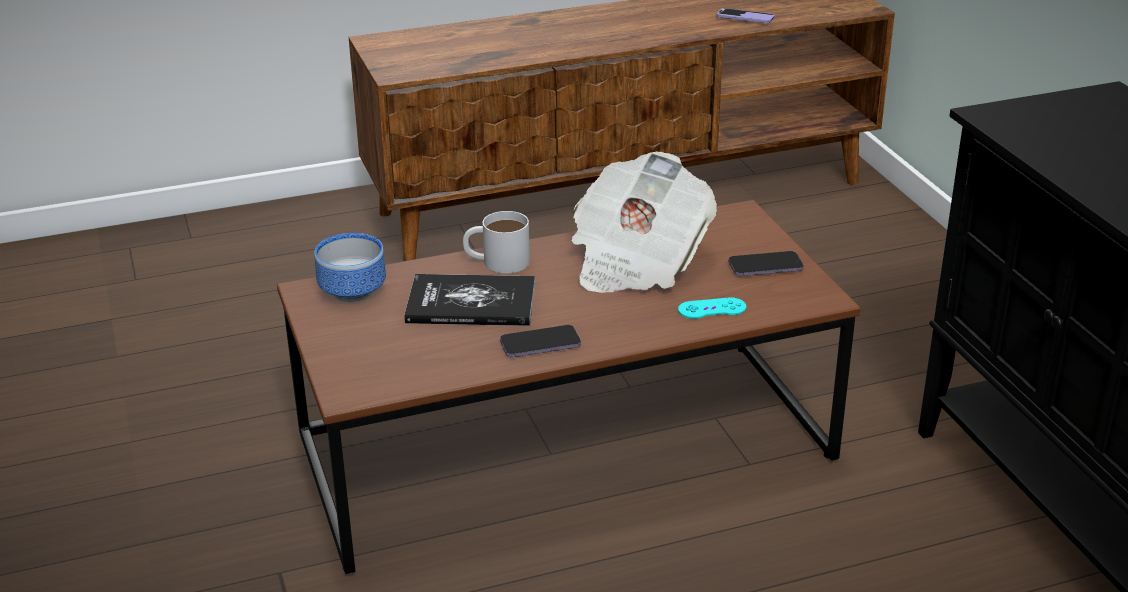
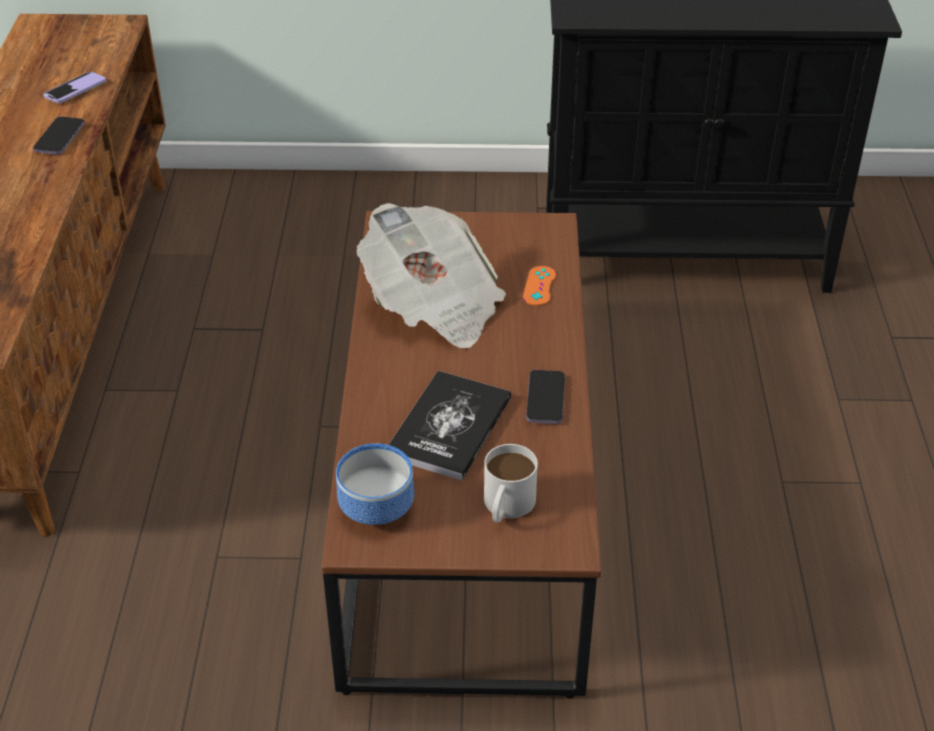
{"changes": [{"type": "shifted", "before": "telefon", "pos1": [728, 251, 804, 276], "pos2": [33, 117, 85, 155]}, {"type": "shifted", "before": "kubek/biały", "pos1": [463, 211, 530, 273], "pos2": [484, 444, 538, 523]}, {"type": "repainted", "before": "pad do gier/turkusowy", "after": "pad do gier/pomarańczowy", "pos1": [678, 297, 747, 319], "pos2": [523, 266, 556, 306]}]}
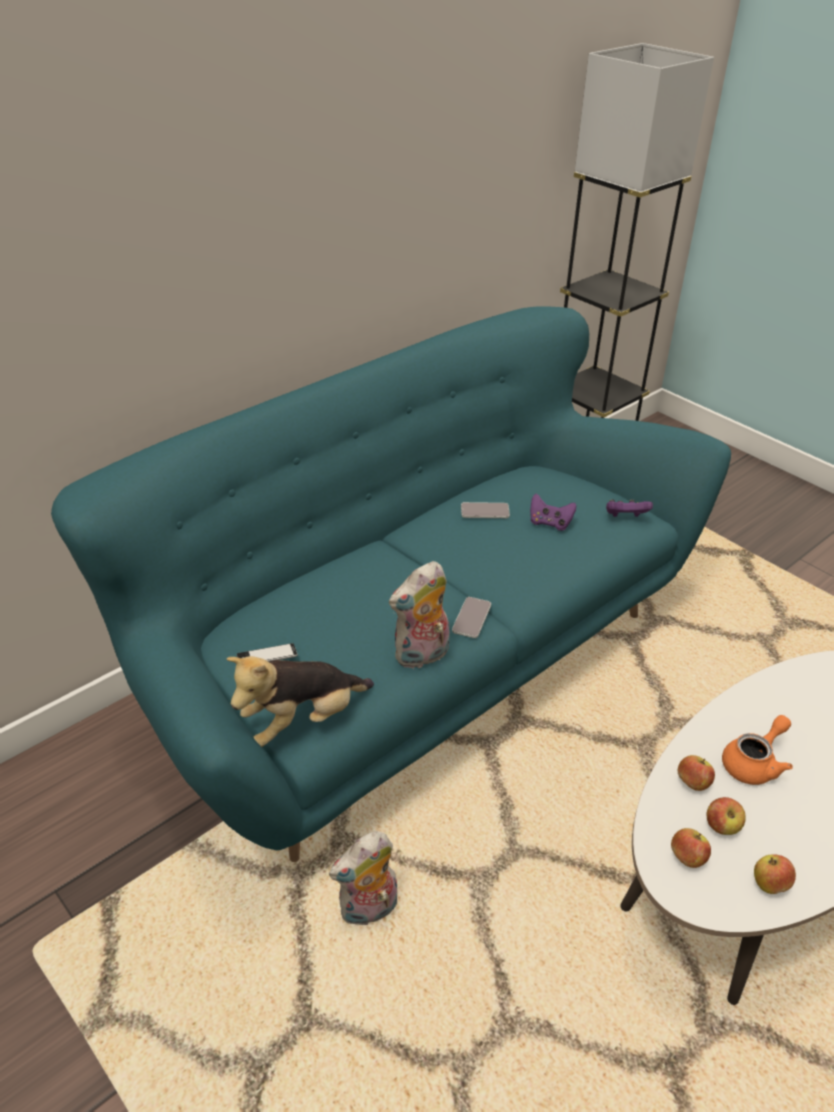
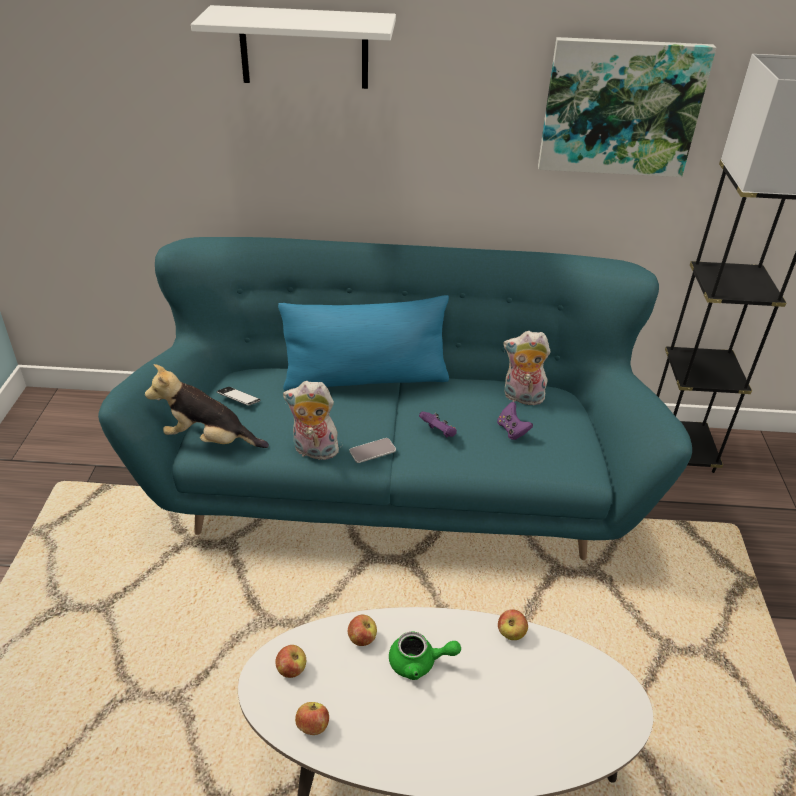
{"changes": [{"type": "new", "after": "półka/biały", "pos2": [191, 5, 396, 89]}, {"type": "new", "after": "poduszka/niebieski", "pos2": [278, 295, 449, 391]}, {"type": "repainted", "before": "imbryk/pomarańczowy", "after": "imbryk/zielony", "pos1": [722, 715, 793, 785], "pos2": [389, 632, 461, 680]}, {"type": "shifted", "before": "pad do gier/fioletowy", "pos1": [606, 499, 653, 517], "pos2": [419, 411, 457, 437]}, {"type": "shifted", "before": "jabłko", "pos1": [707, 797, 746, 835], "pos2": [498, 609, 528, 640]}, {"type": "shifted", "before": "pluszak", "pos1": [329, 831, 397, 925], "pos2": [503, 331, 551, 405]}, {"type": "new", "after": "obraz", "pos2": [538, 37, 716, 177]}, {"type": "gone", "before": "telefon", "pos1": [461, 502, 510, 518]}]}
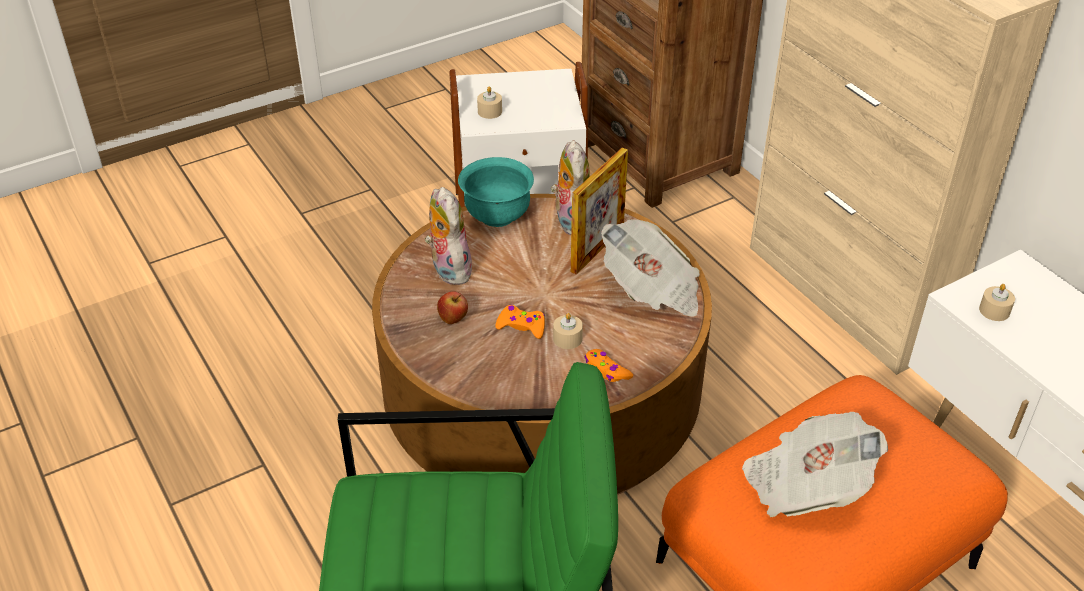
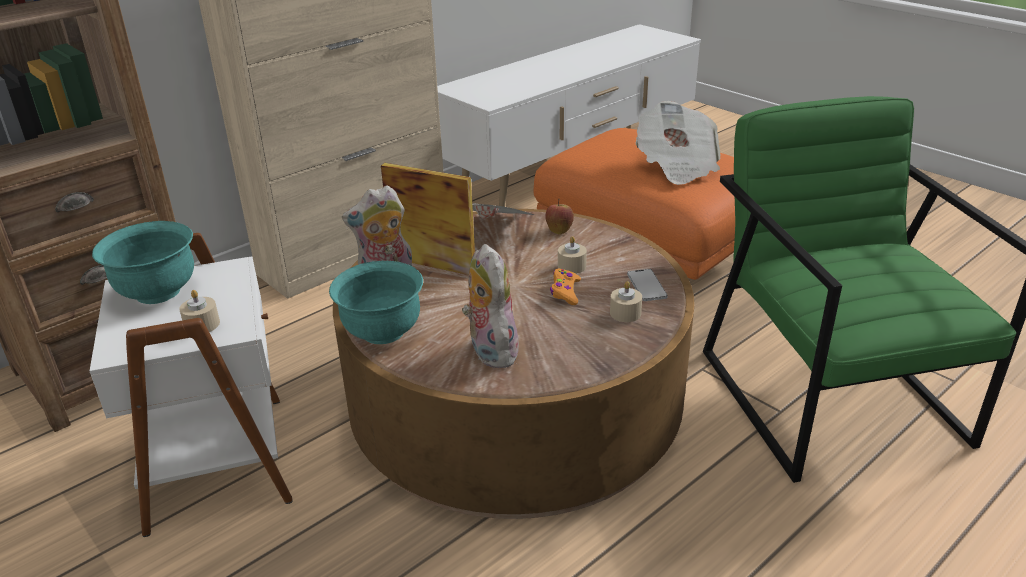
{"changes": [{"type": "new", "after": "miska/turkusowy", "pos2": [92, 221, 194, 304]}, {"type": "rotated", "before": "pluszak", "pos1": [425, 187, 473, 285], "pos2": [462, 244, 519, 368], "turn": 105}, {"type": "shifted", "before": "jabłko", "pos1": [437, 291, 468, 324], "pos2": [545, 198, 574, 235]}, {"type": "shifted", "before": "świeca/beżowy", "pos1": [979, 284, 1015, 321], "pos2": [610, 281, 642, 322]}, {"type": "new", "after": "telefon", "pos2": [627, 269, 668, 301]}, {"type": "gone", "before": "pad do gier/pomarańczowy", "pos1": [585, 349, 633, 382]}]}
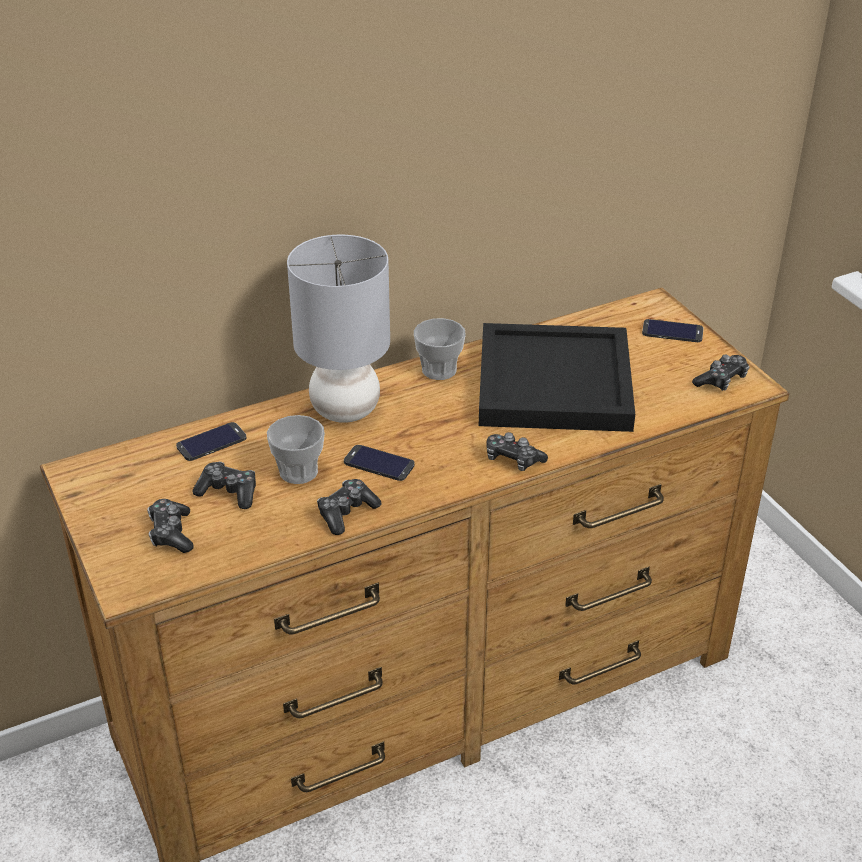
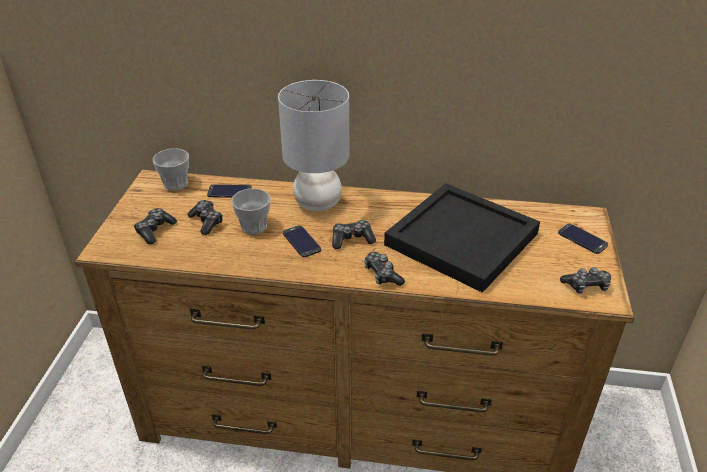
{"changes": [{"type": "shifted", "before": "filiżanka", "pos1": [414, 318, 466, 380], "pos2": [153, 148, 189, 191]}, {"type": "shifted", "before": "pad do gier", "pos1": [317, 479, 382, 535], "pos2": [332, 220, 376, 249]}]}
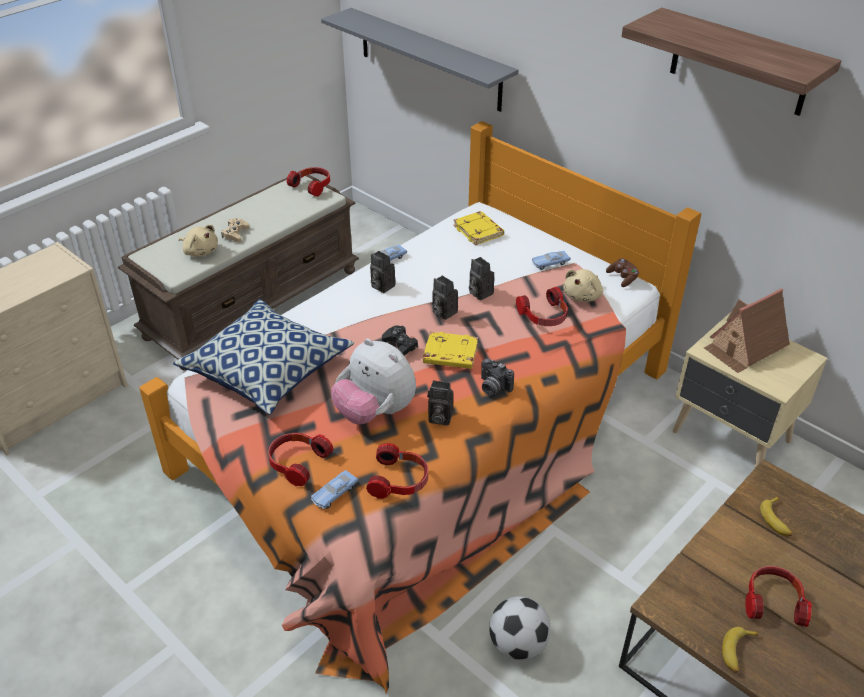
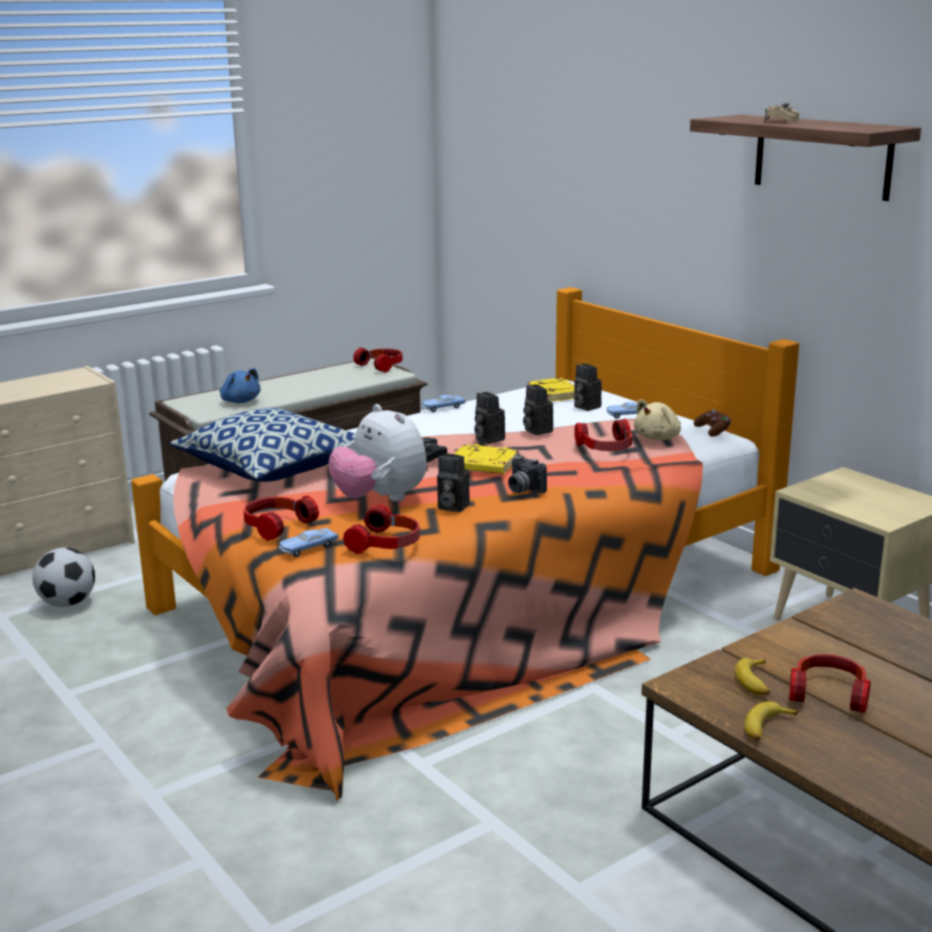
{"changes": [{"type": "shifted", "before": "piłka futbolowa", "pos1": [489, 596, 551, 660], "pos2": [33, 548, 95, 607]}, {"type": "repainted", "before": "pluszak/beżowy", "after": "pluszak/niebieski", "pos1": [179, 225, 218, 257], "pos2": [220, 368, 261, 403]}, {"type": "shifted", "before": "aparat fotograficzny", "pos1": [370, 251, 396, 293], "pos2": [574, 364, 602, 411]}, {"type": "shifted", "before": "banan", "pos1": [760, 496, 793, 536], "pos2": [735, 658, 770, 695]}, {"type": "shifted", "before": "pad do gier/beżowy", "pos1": [221, 218, 250, 243], "pos2": [765, 103, 799, 123]}, {"type": "gone", "before": "półka/szary", "pos1": [321, 8, 518, 112]}, {"type": "gone", "before": "domek", "pos1": [704, 288, 790, 373]}]}
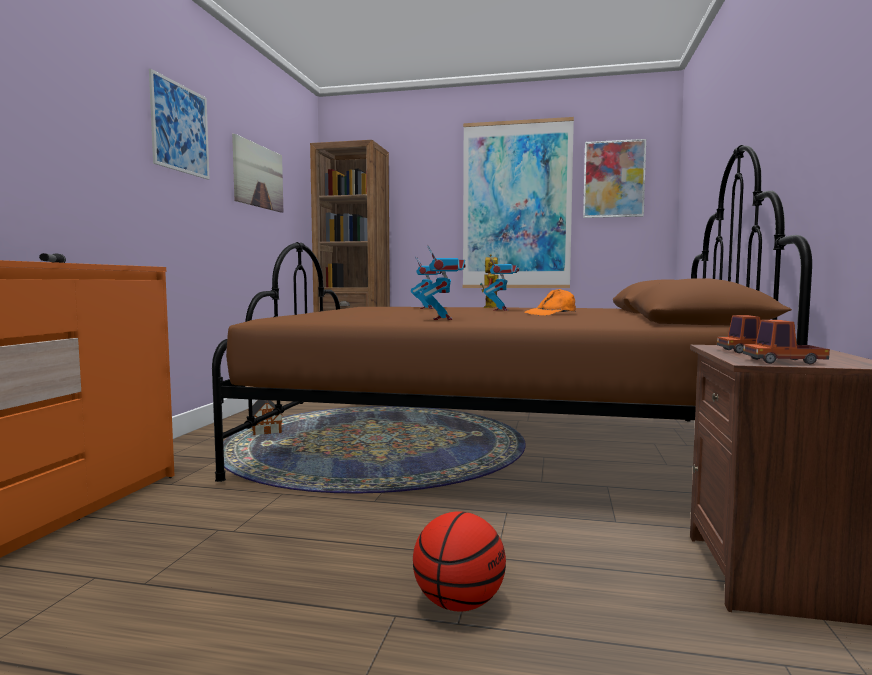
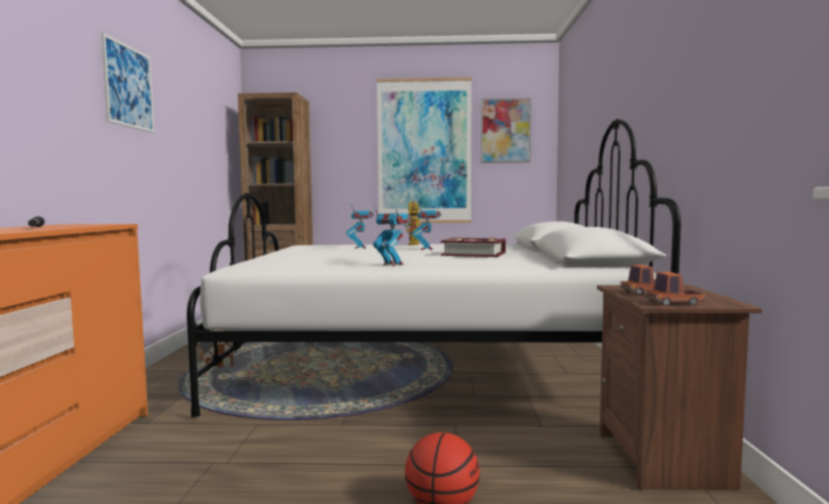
{"changes": [{"type": "repainted", "before": "łóżko/brązowy", "after": "łóżko/biały", "pos1": [212, 145, 812, 482], "pos2": [187, 119, 681, 418]}, {"type": "rotated", "before": "robot zabawkowy", "pos1": [421, 246, 466, 320], "pos2": [373, 203, 411, 266], "turn": -45}, {"type": "swapped", "before": "czapka z daszkiem/pomarańczowy", "after": "książka", "pos1": [524, 289, 576, 316], "pos2": [441, 237, 506, 257]}, {"type": "gone", "before": "obraz", "pos1": [232, 134, 283, 213]}]}
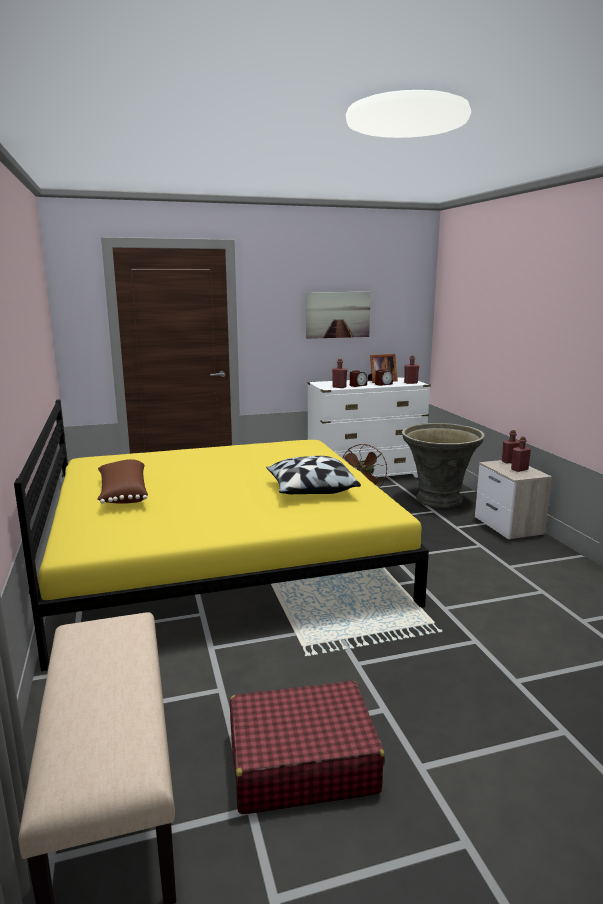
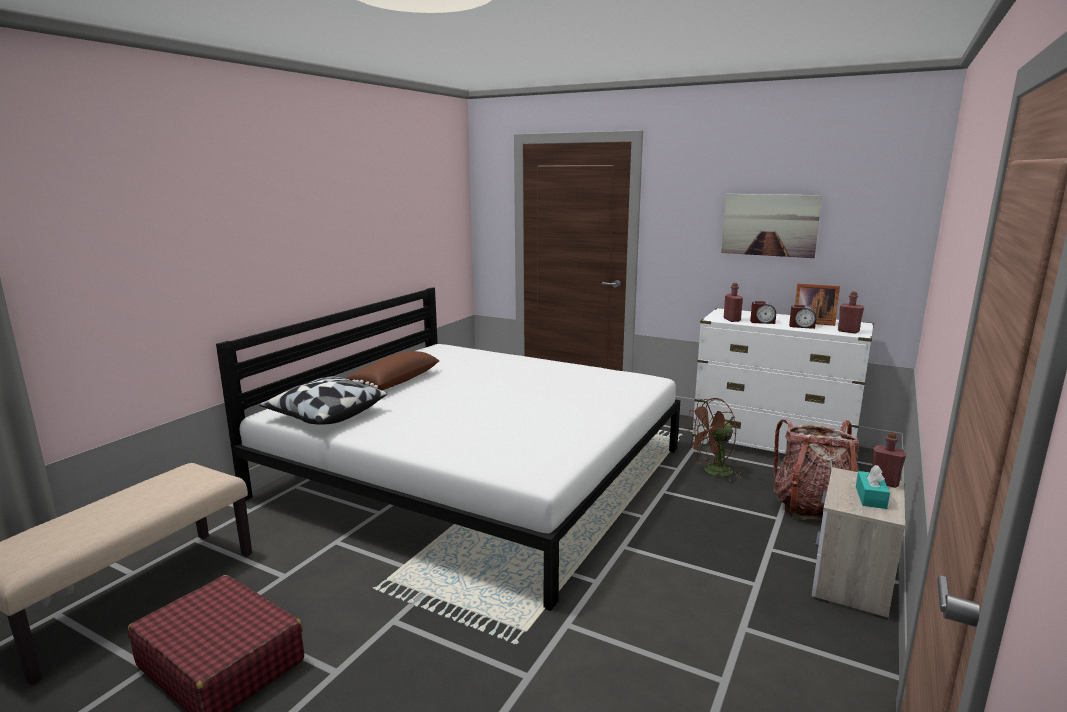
{"changes": [{"type": "repainted", "before": "łóżko/żółty", "after": "łóżko/biały", "pos1": [14, 399, 429, 671], "pos2": [216, 287, 680, 611]}, {"type": "shifted", "before": "poduszka", "pos1": [266, 456, 361, 494], "pos2": [259, 377, 387, 425]}, {"type": "swapped", "before": "donica/szary", "after": "plecak", "pos1": [402, 423, 485, 508], "pos2": [773, 419, 859, 521]}, {"type": "swapped", "before": "butelka/czerwony", "after": "pudełko chusteczek/turkusowy", "pos1": [511, 437, 531, 472], "pos2": [856, 465, 890, 509]}]}
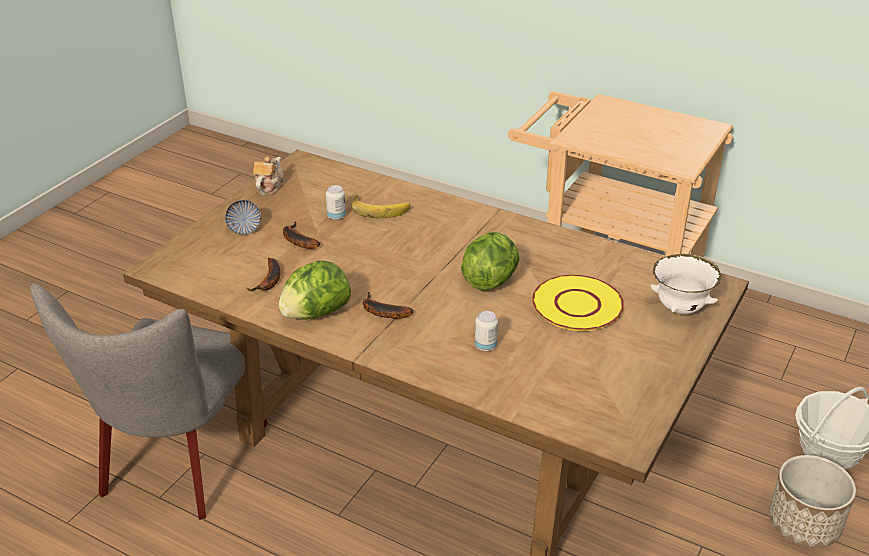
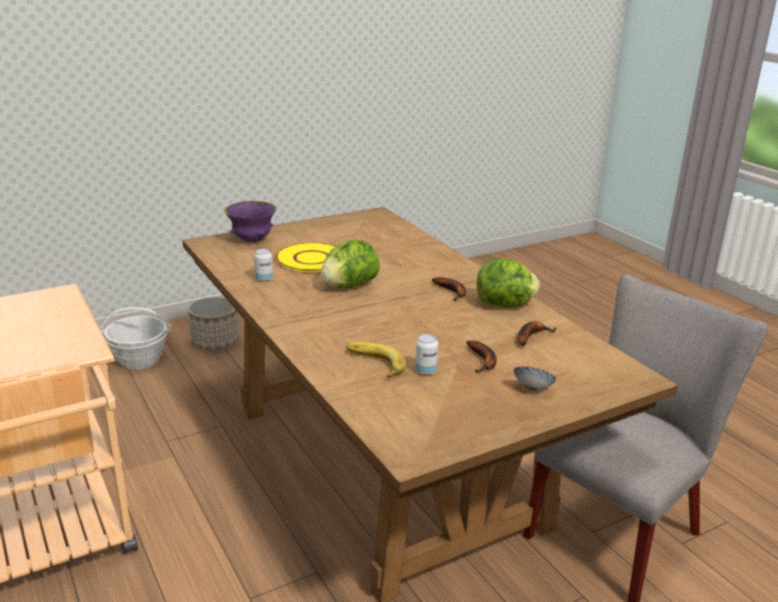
{"changes": [{"type": "repainted", "before": "miska/biały", "after": "miska/fioletowy", "pos1": [651, 254, 721, 314], "pos2": [224, 201, 276, 242]}, {"type": "shifted", "before": "puszka", "pos1": [475, 311, 498, 351], "pos2": [254, 248, 273, 282]}, {"type": "gone", "before": "imbryk", "pos1": [253, 157, 285, 196]}]}
